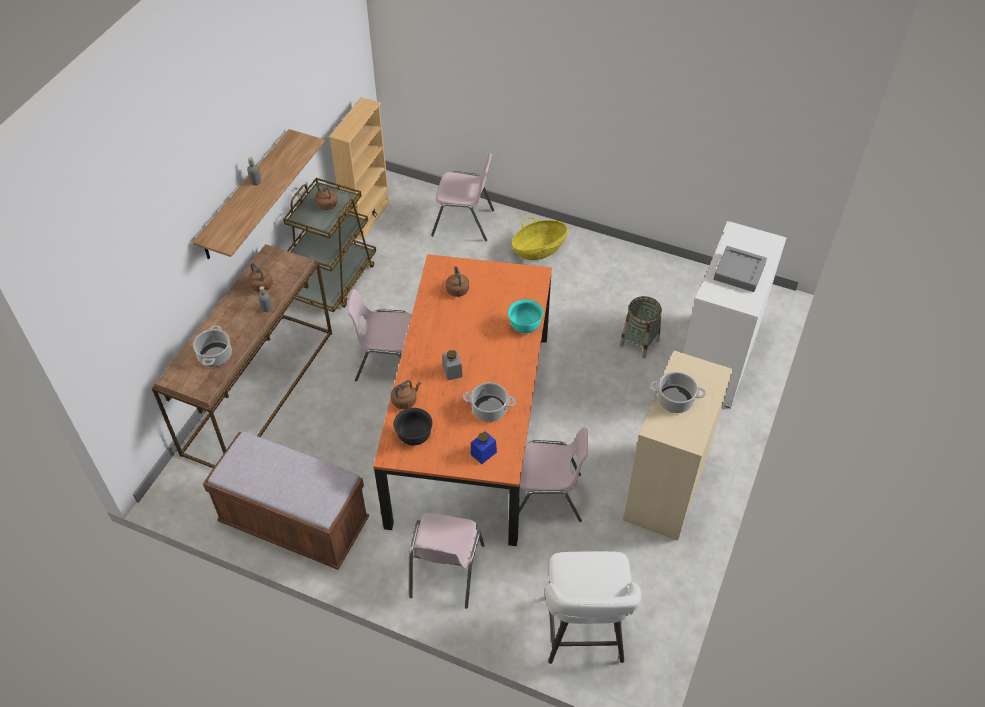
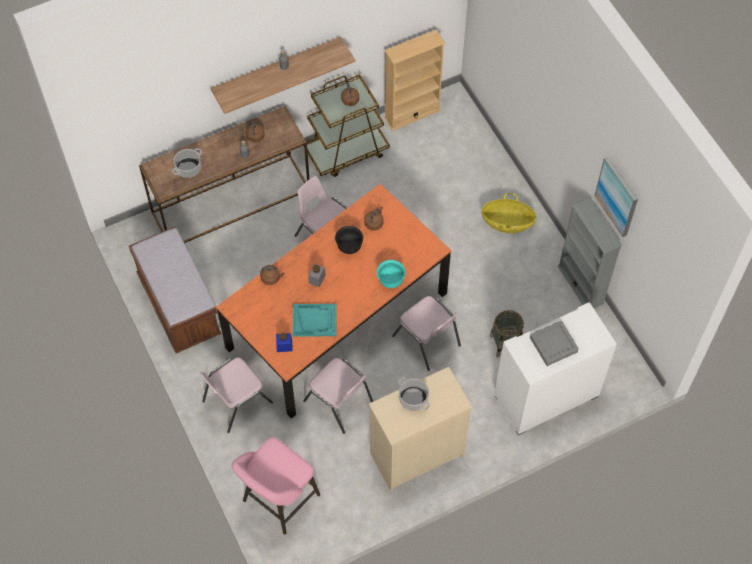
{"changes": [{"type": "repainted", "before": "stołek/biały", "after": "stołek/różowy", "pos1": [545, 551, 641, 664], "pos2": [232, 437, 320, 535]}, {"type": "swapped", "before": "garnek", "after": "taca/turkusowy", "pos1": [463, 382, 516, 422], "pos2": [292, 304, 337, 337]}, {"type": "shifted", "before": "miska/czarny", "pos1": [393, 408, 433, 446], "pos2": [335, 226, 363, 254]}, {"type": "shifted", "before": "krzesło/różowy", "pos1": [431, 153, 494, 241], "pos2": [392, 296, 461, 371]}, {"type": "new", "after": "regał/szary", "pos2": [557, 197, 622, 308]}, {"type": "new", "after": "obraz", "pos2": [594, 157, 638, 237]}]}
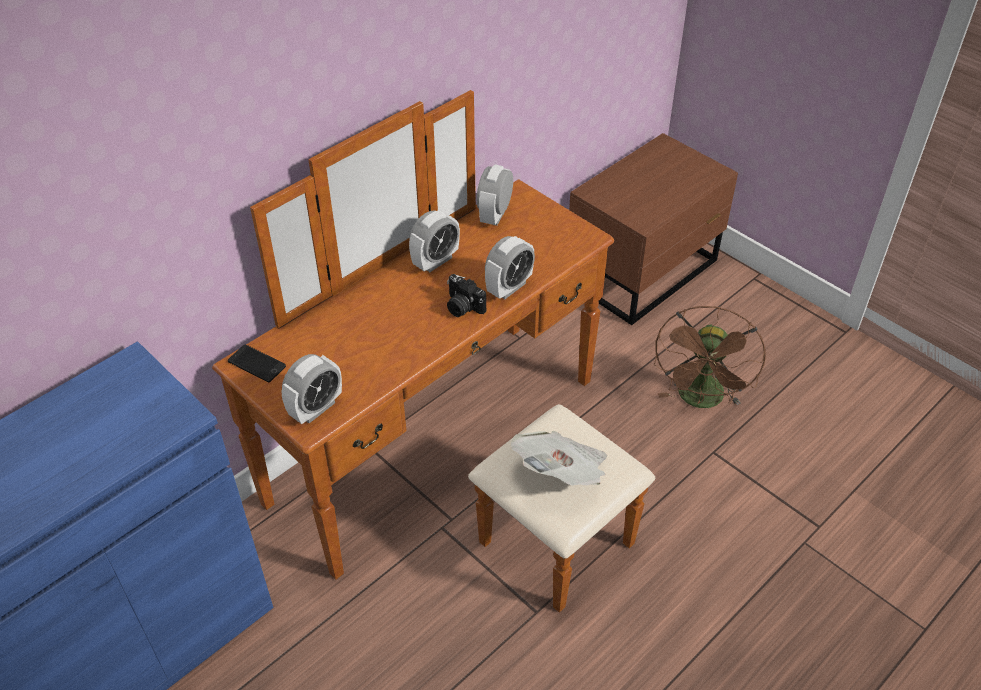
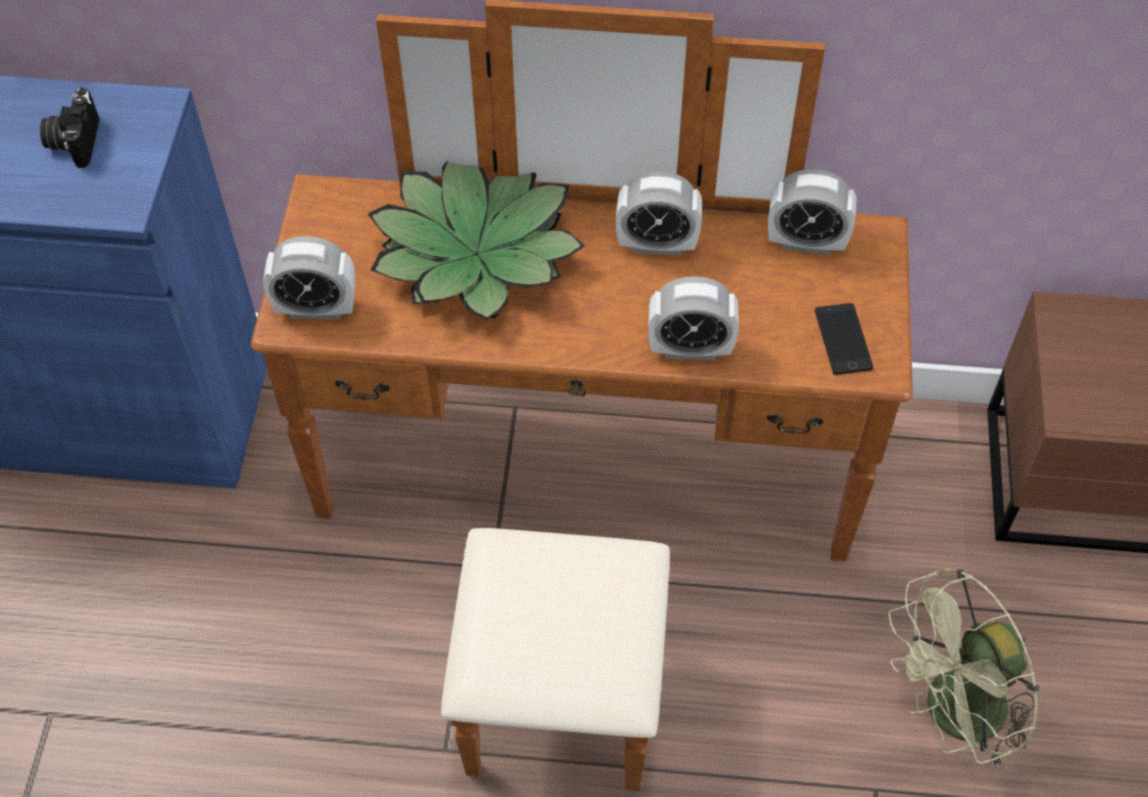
{"changes": [{"type": "shifted", "before": "aparat fotograficzny", "pos1": [447, 274, 486, 317], "pos2": [40, 87, 100, 168]}, {"type": "new", "after": "roślina doniczkowa", "pos2": [368, 161, 585, 320]}, {"type": "rotated", "before": "budzik", "pos1": [477, 164, 513, 226], "pos2": [768, 169, 856, 255], "turn": -150}, {"type": "shifted", "before": "telefon", "pos1": [228, 344, 286, 383], "pos2": [815, 303, 873, 375]}, {"type": "repainted", "before": "wentylator/brązowy", "after": "wentylator/zielony", "pos1": [654, 306, 766, 408], "pos2": [889, 569, 1039, 769]}, {"type": "gone", "before": "gazeta", "pos1": [511, 431, 607, 486]}]}
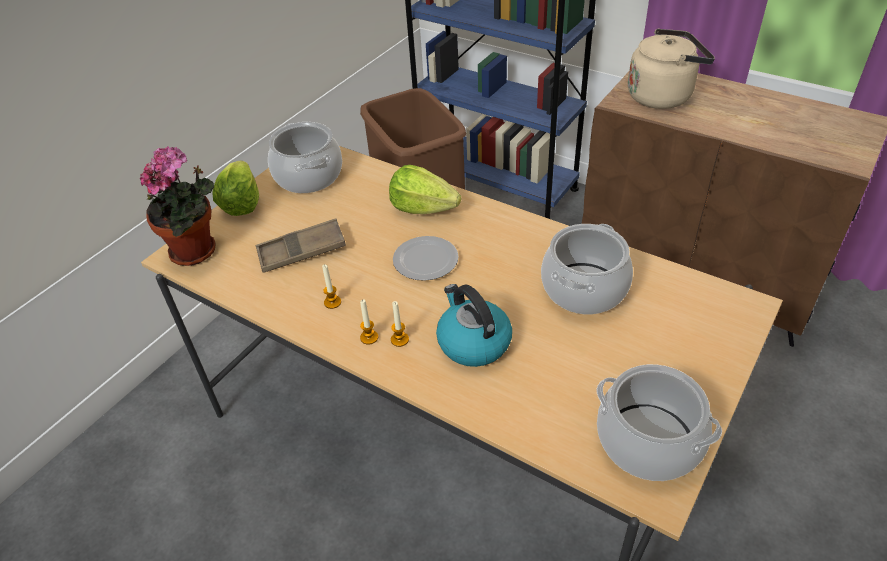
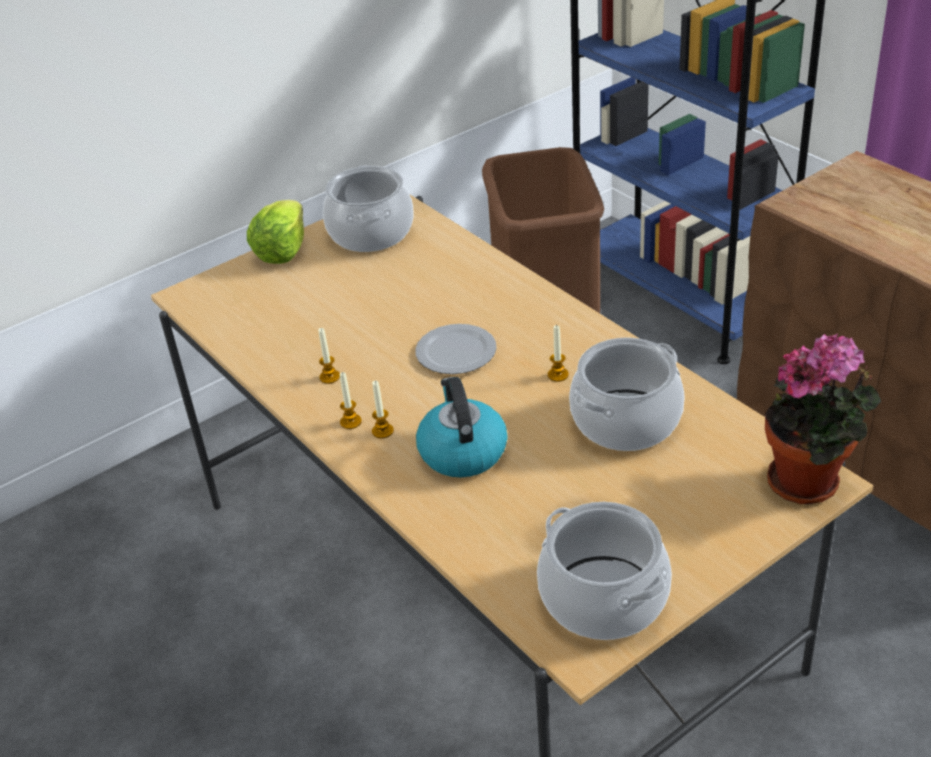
{"changes": [{"type": "new", "after": "świeca", "pos2": [548, 325, 569, 382]}, {"type": "shifted", "before": "roślina doniczkowa", "pos1": [140, 146, 216, 266], "pos2": [765, 334, 881, 504]}, {"type": "gone", "before": "taca/brązowy", "pos1": [256, 218, 346, 273]}, {"type": "gone", "before": "sałata", "pos1": [389, 165, 461, 214]}, {"type": "gone", "before": "czajnik/beżowy", "pos1": [628, 29, 715, 109]}]}
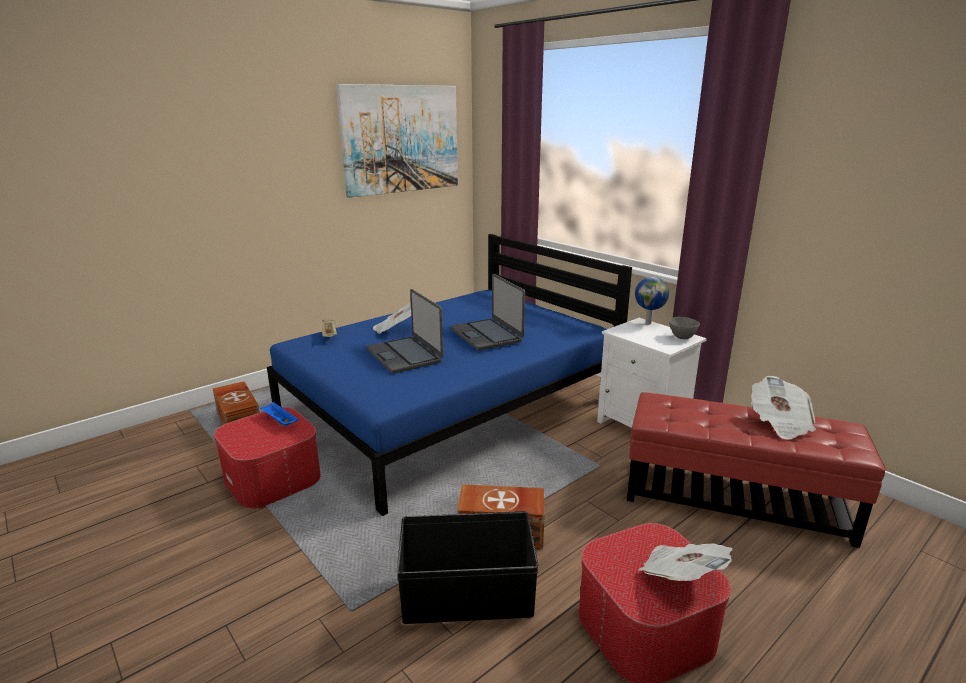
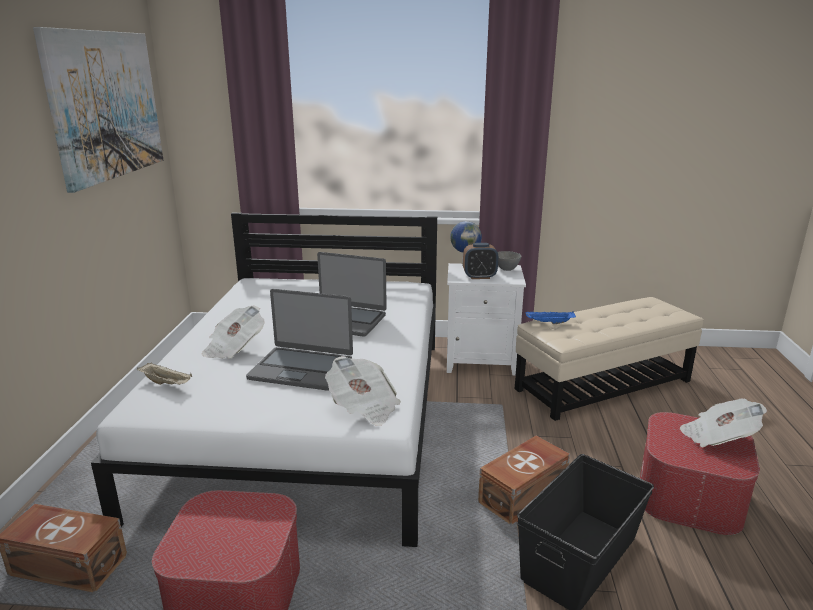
{"changes": [{"type": "repainted", "before": "łóżko/niebieski", "after": "łóżko/biały", "pos1": [267, 234, 632, 516], "pos2": [91, 213, 437, 547]}, {"type": "shifted", "before": "gazeta", "pos1": [751, 376, 816, 440], "pos2": [325, 356, 401, 426]}, {"type": "new", "after": "budzik", "pos2": [463, 243, 498, 279]}, {"type": "repainted", "before": "pufa/czerwony", "after": "pufa/beżowy", "pos1": [627, 393, 886, 548], "pos2": [515, 297, 704, 421]}, {"type": "shifted", "before": "taca/niebieski", "pos1": [260, 401, 299, 426], "pos2": [525, 311, 576, 324]}]}
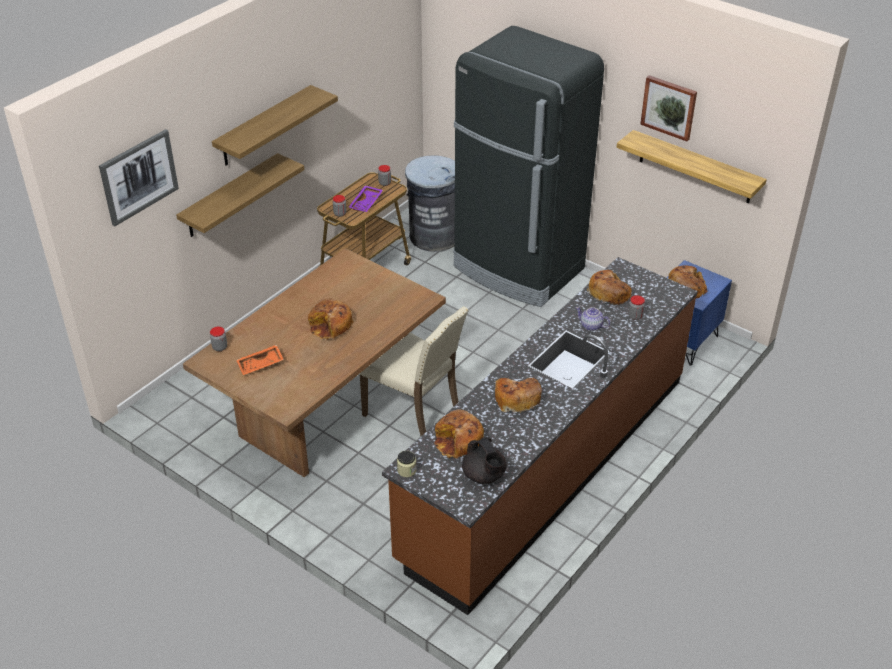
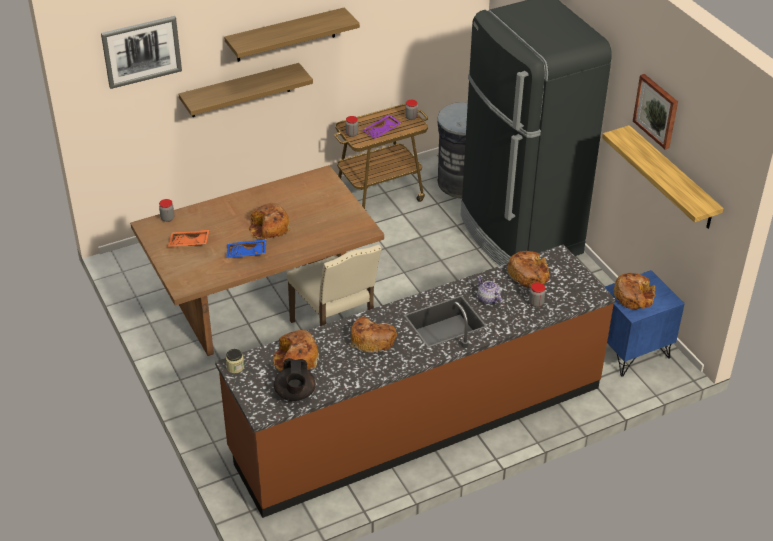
{"changes": [{"type": "new", "after": "taca/niebieski", "pos2": [226, 239, 267, 258]}]}
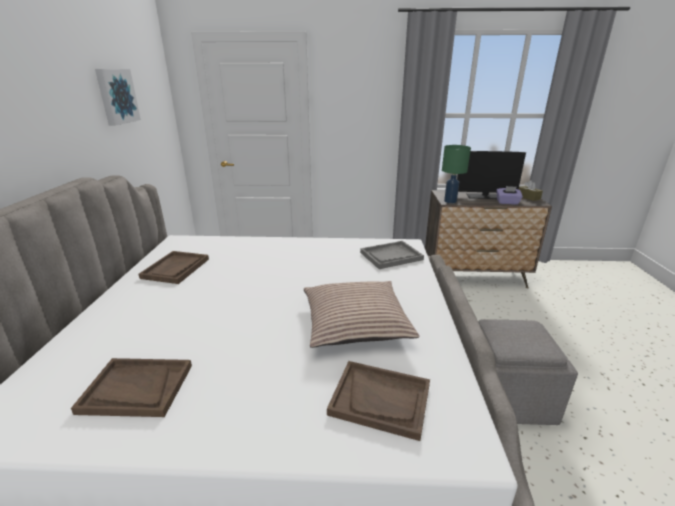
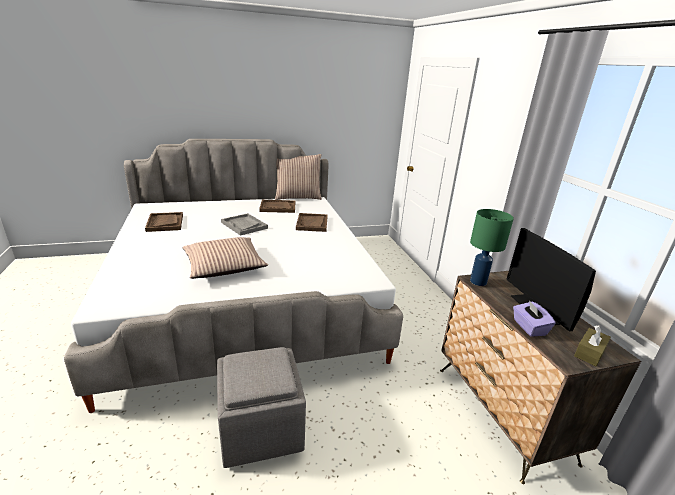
{"changes": [{"type": "shifted", "before": "taca/szary", "pos1": [360, 241, 424, 269], "pos2": [221, 213, 268, 236]}, {"type": "new", "after": "poduszka", "pos2": [275, 154, 322, 200]}, {"type": "shifted", "before": "taca/brązowy", "pos1": [327, 361, 430, 441], "pos2": [296, 213, 328, 232]}, {"type": "gone", "before": "obraz", "pos1": [95, 69, 141, 126]}]}
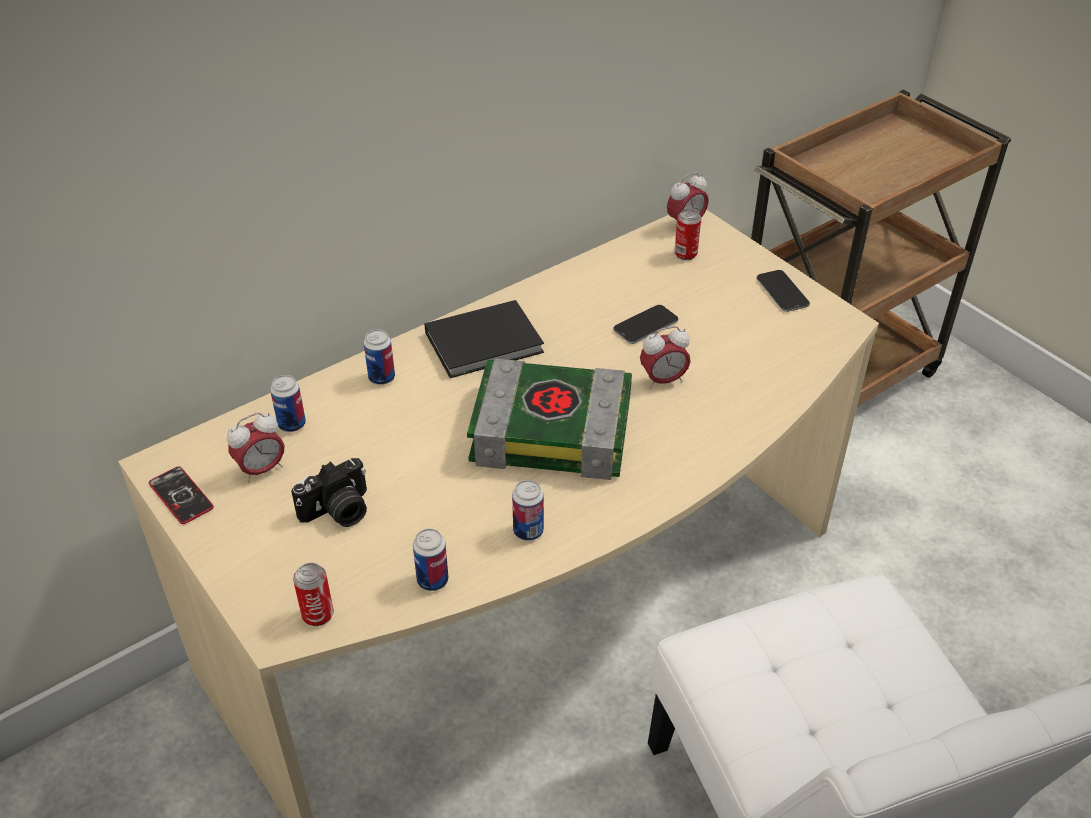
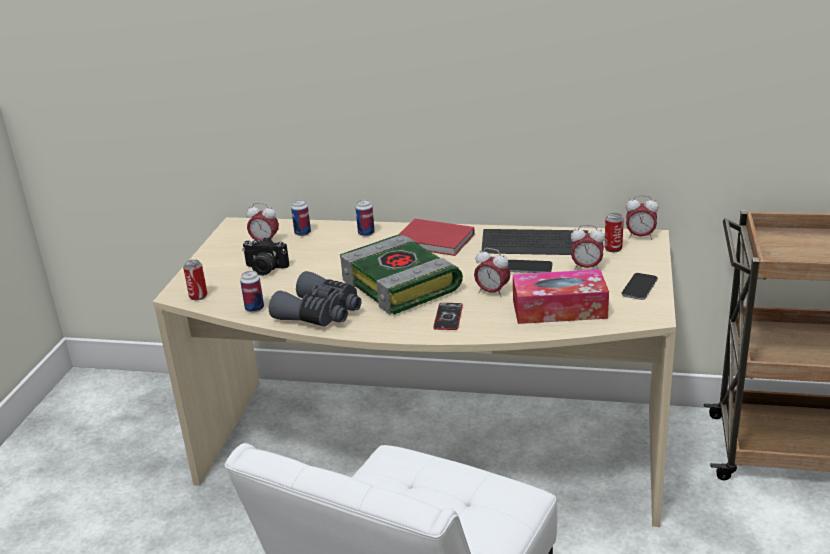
{"changes": [{"type": "swapped", "before": "puszka", "after": "lornetka/szary", "pos1": [512, 480, 544, 541], "pos2": [269, 271, 362, 327]}, {"type": "repainted", "before": "książka/czarny", "after": "książka/czerwony", "pos1": [425, 300, 544, 378], "pos2": [398, 219, 475, 256]}, {"type": "shifted", "before": "telefon", "pos1": [149, 466, 214, 524], "pos2": [433, 303, 463, 330]}, {"type": "new", "after": "klawiatura", "pos2": [482, 229, 588, 255]}, {"type": "new", "after": "pudełko chusteczek", "pos2": [513, 269, 609, 324]}, {"type": "new", "after": "budzik", "pos2": [571, 225, 605, 270]}]}
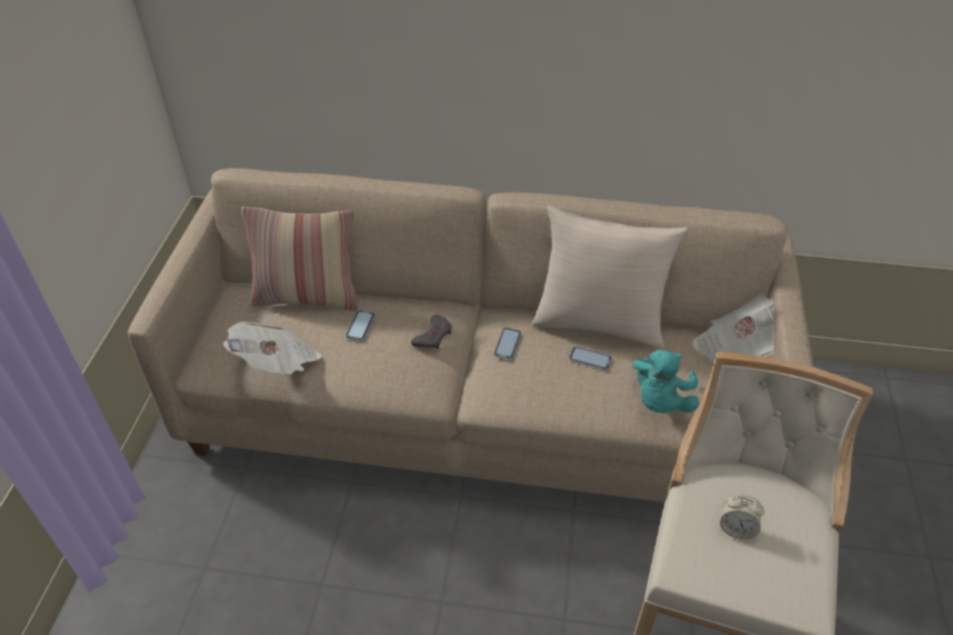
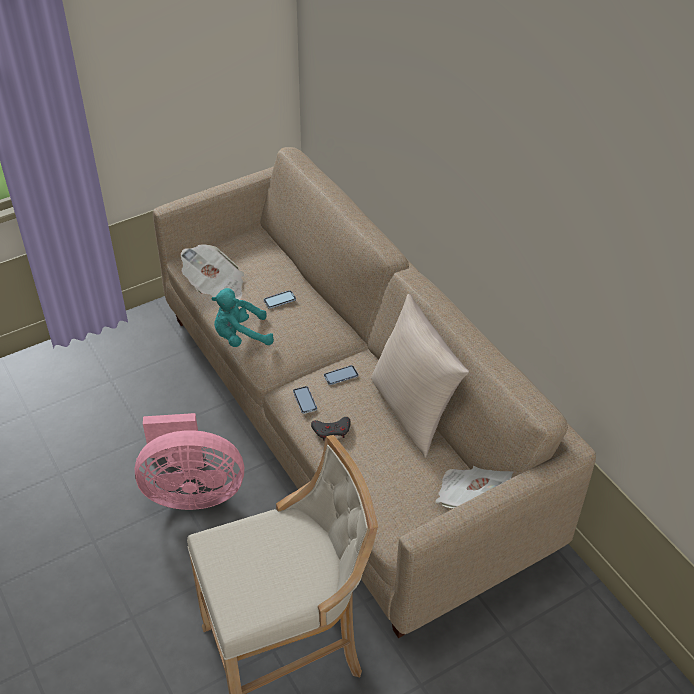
{"changes": [{"type": "new", "after": "wentylator/różowy", "pos2": [134, 413, 244, 510]}, {"type": "shifted", "before": "pluszak/turkusowy", "pos1": [633, 350, 700, 413], "pos2": [211, 288, 274, 347]}, {"type": "shifted", "before": "telefon", "pos1": [569, 346, 612, 370], "pos2": [293, 386, 317, 414]}, {"type": "shifted", "before": "pad do gier/szary", "pos1": [411, 315, 452, 349], "pos2": [311, 417, 351, 441]}, {"type": "gone", "before": "poduszka", "pos1": [241, 207, 359, 311]}, {"type": "gone", "before": "budzik", "pos1": [720, 495, 765, 539]}]}
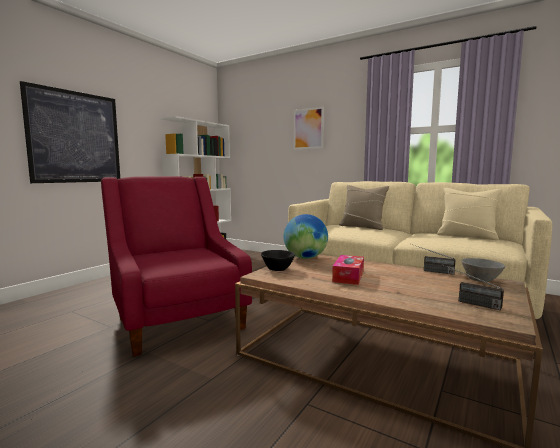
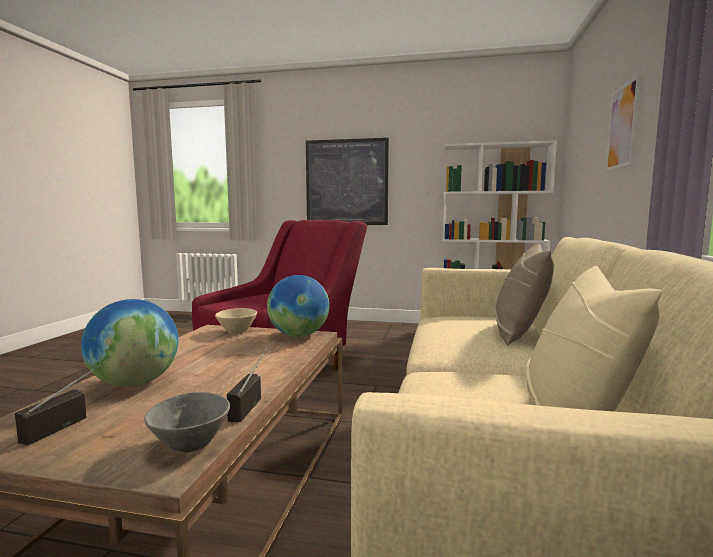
{"changes": [{"type": "new", "after": "globus", "pos2": [81, 299, 179, 387]}, {"type": "repainted", "before": "miska/czarny", "after": "miska/beżowy", "pos1": [261, 250, 295, 271], "pos2": [215, 308, 257, 334]}, {"type": "gone", "before": "pudełko chusteczek", "pos1": [332, 255, 364, 285]}]}
